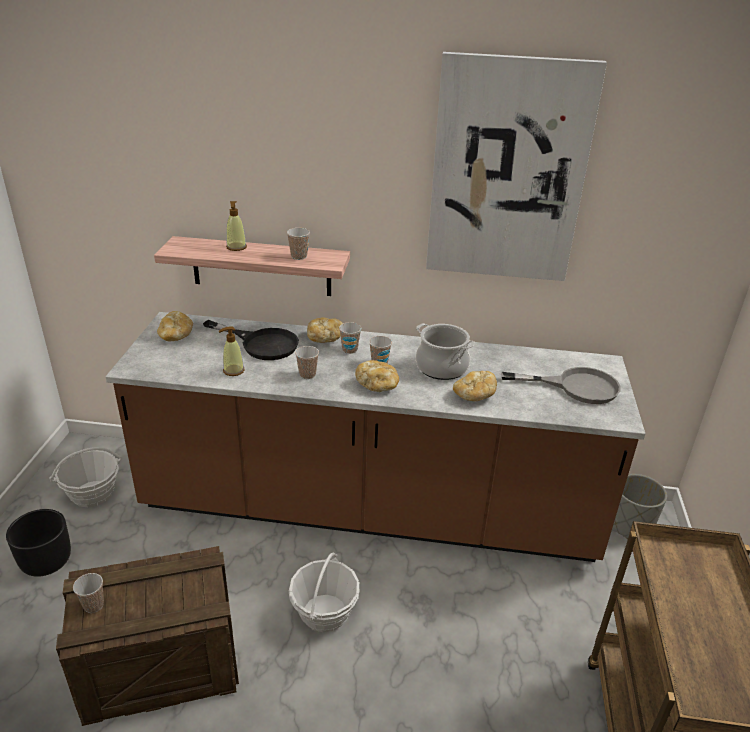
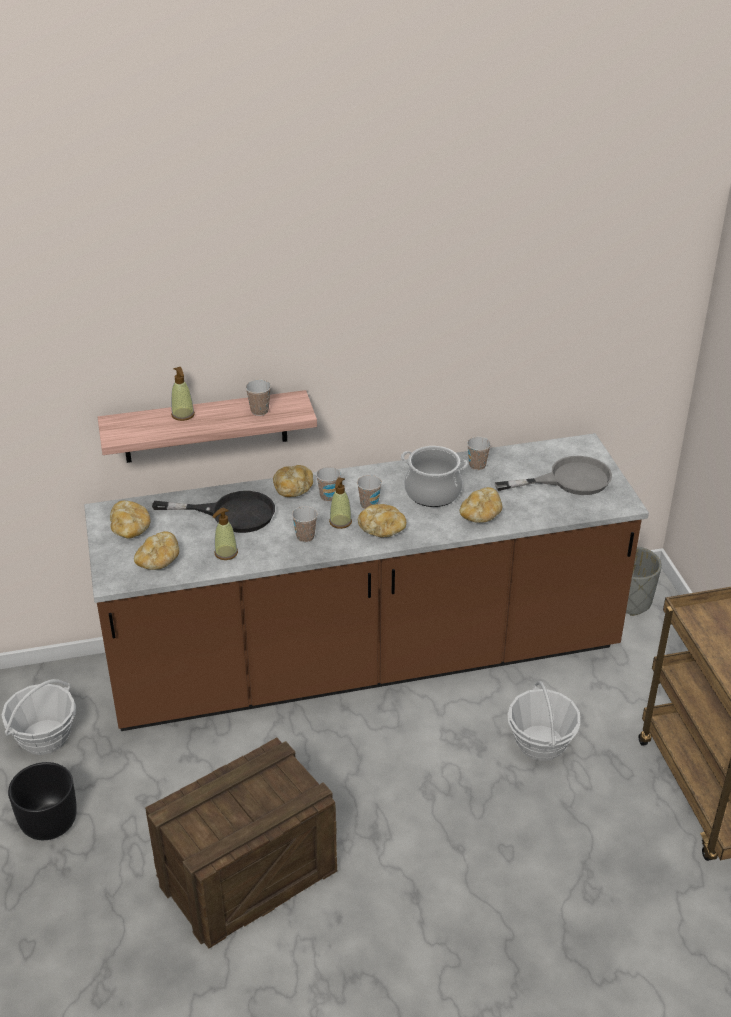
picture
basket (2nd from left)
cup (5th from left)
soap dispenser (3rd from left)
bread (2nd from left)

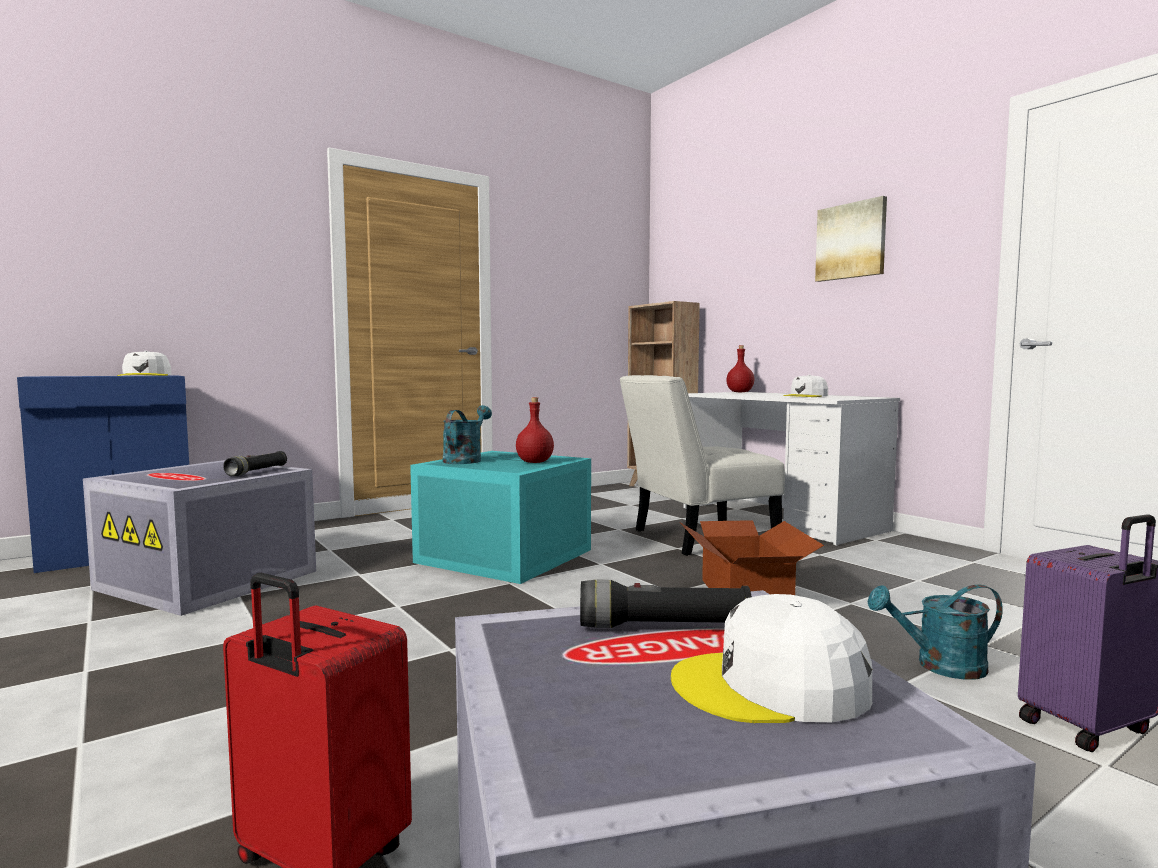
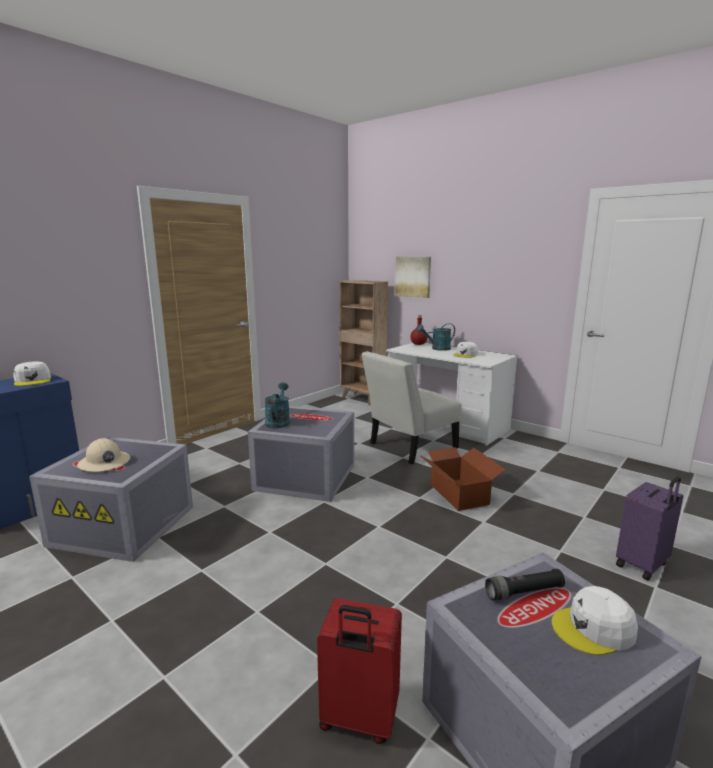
picture
bottle/red (1st from left in the first image)
flashlight/black (1st from left in the first image)
storage box/grey (2nd from left)
watering can/turquoise (2nd from left)
hard hat/beige

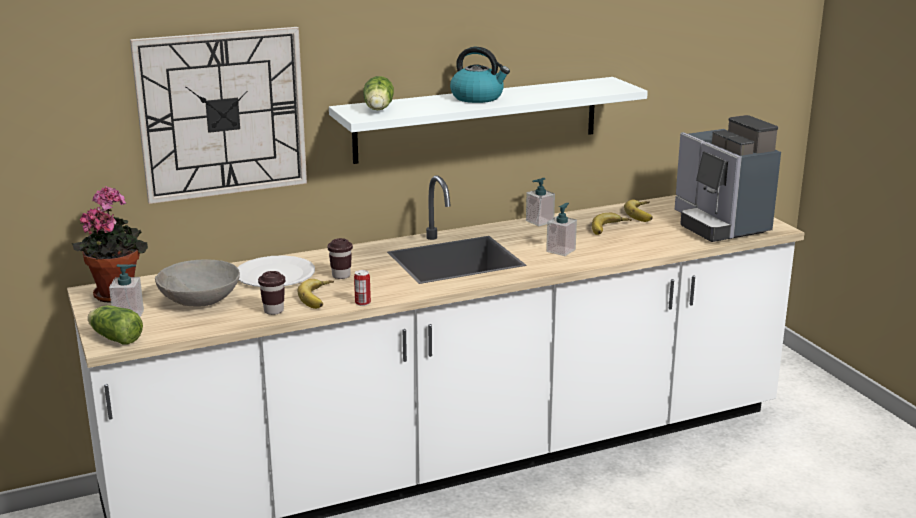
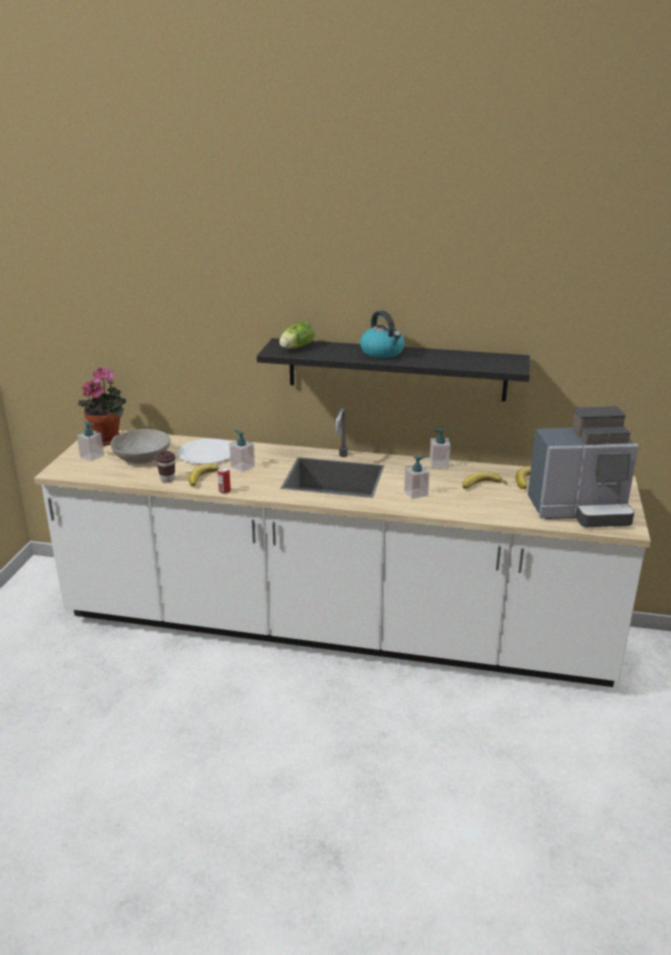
wall clock
shelf/black
coffee machine
soap dispenser (2nd from left)
lettuce (1st from left in the first image)

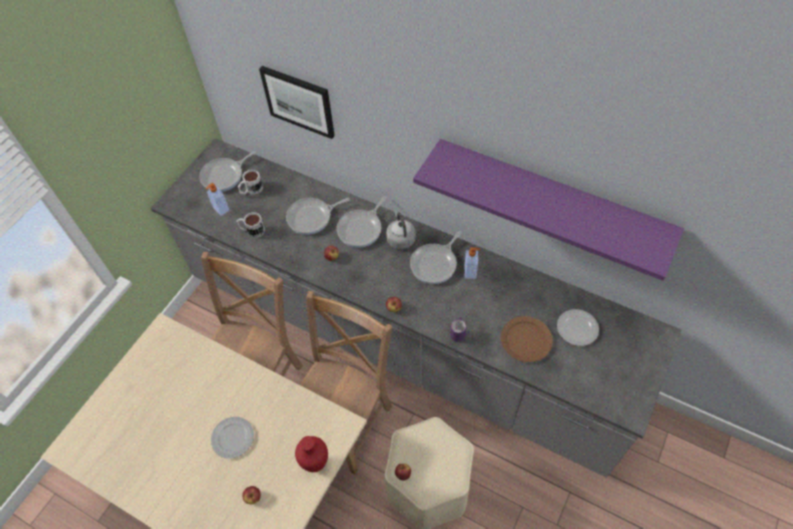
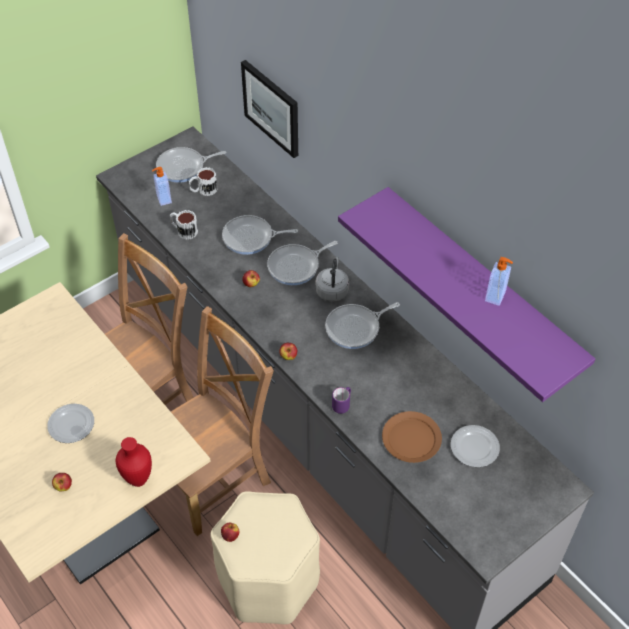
soap dispenser (2nd from left)

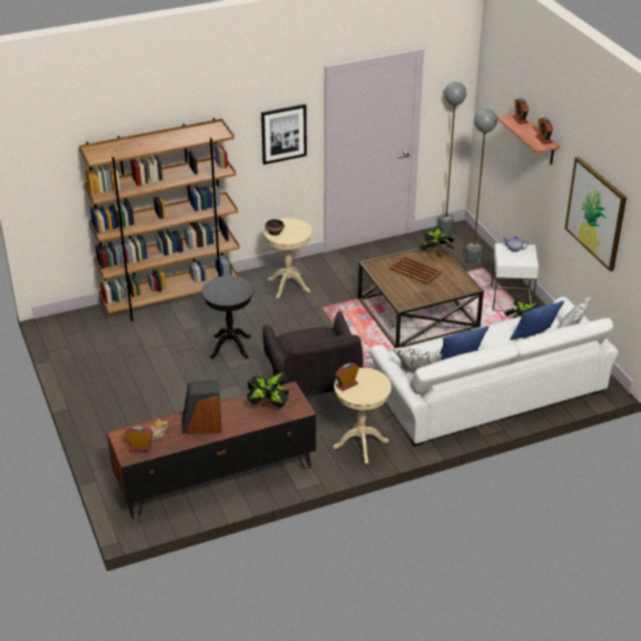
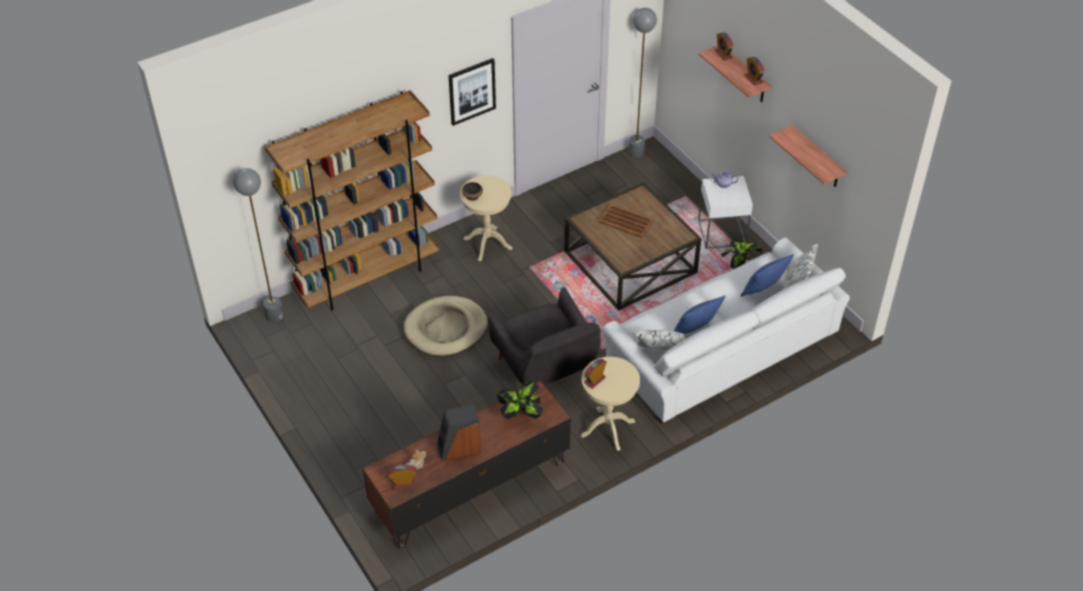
floor lamp/grey (1st from left)
shelf (2nd from left)
potted plant (2nd from left in the first image)
dog bed/beige

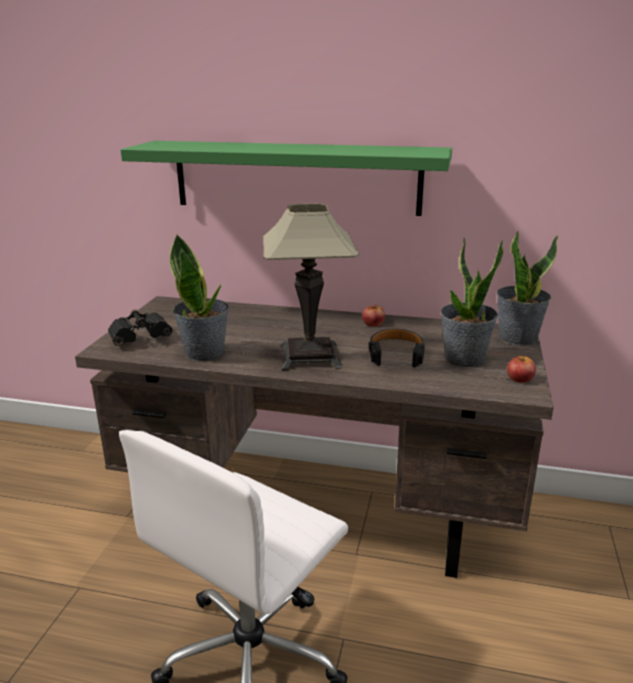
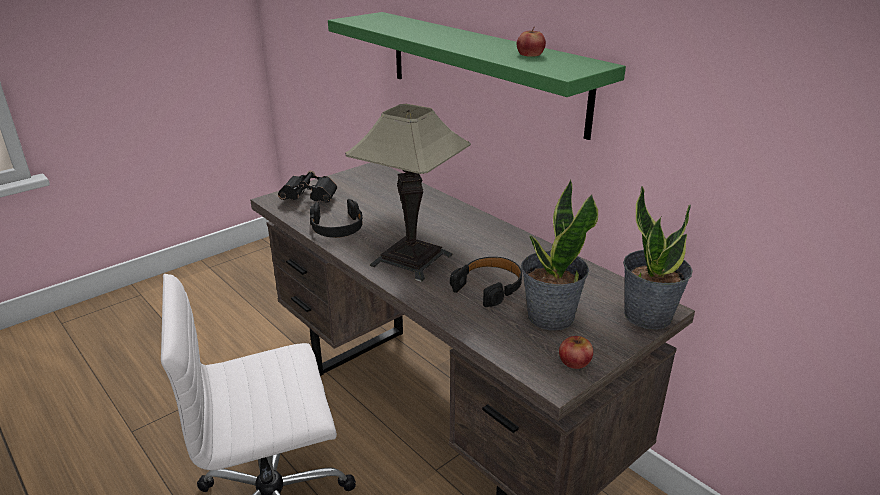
headphones/black (1st from left)
apple (1st from left)

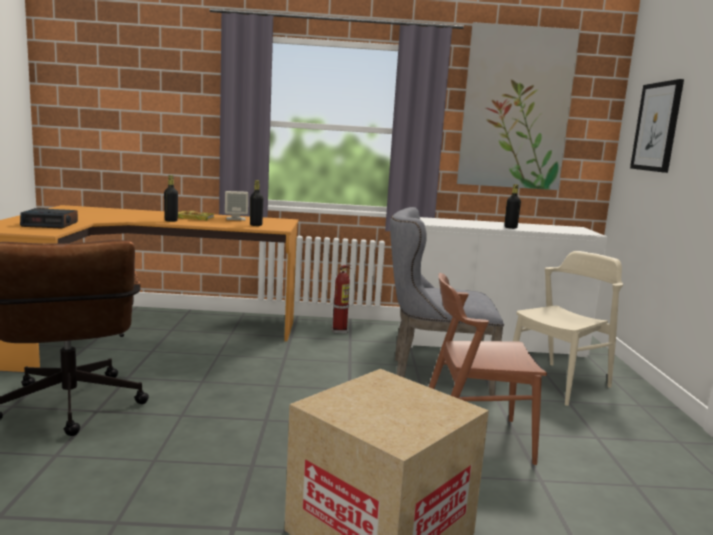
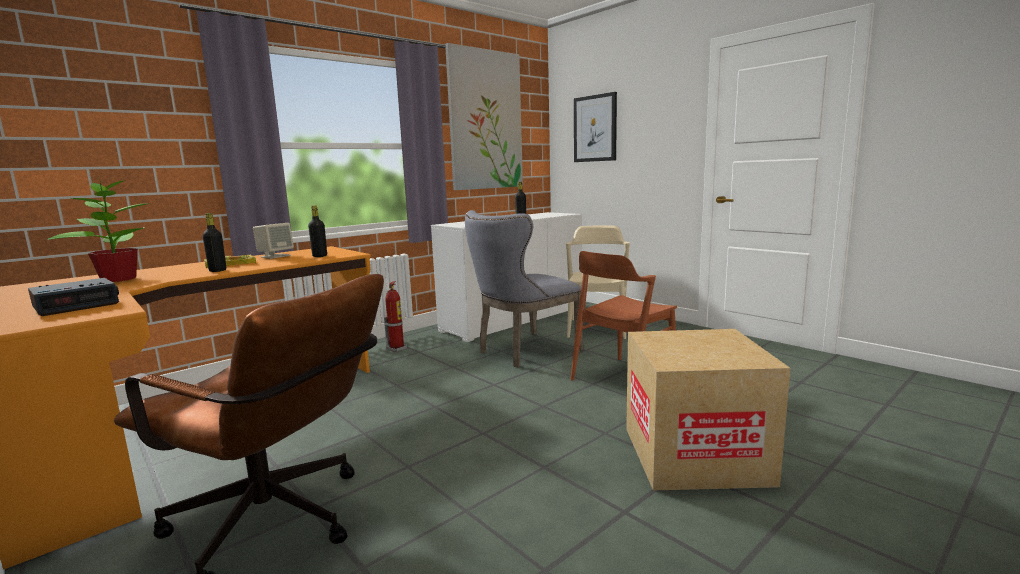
potted plant

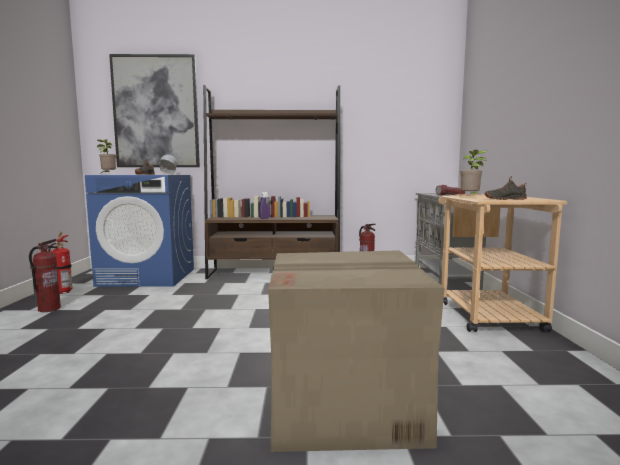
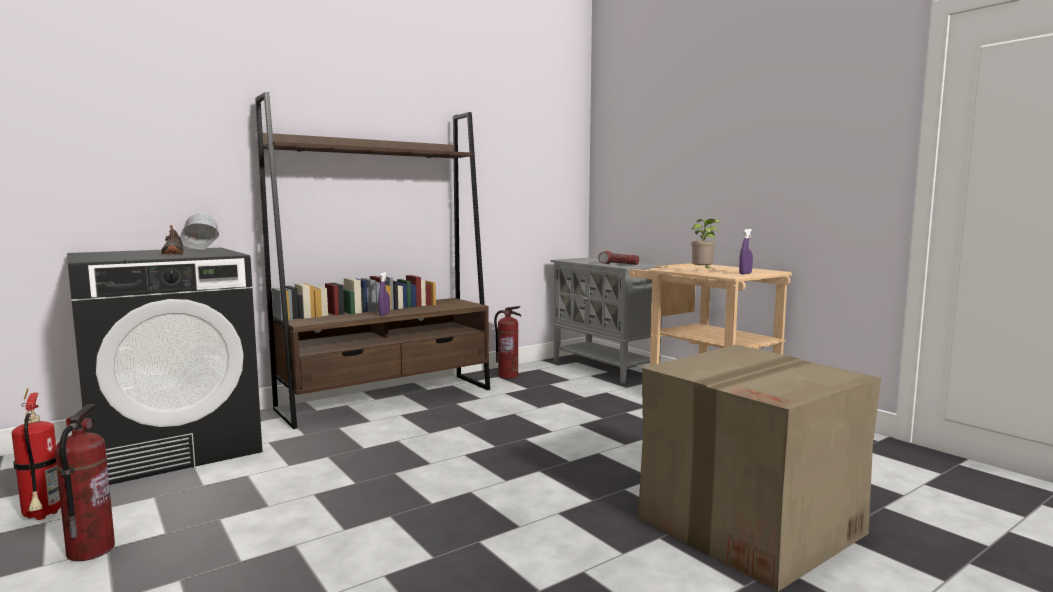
picture
potted plant (1st from left in the first image)
washing machine/black
spray bottle/purple (2nd from left)

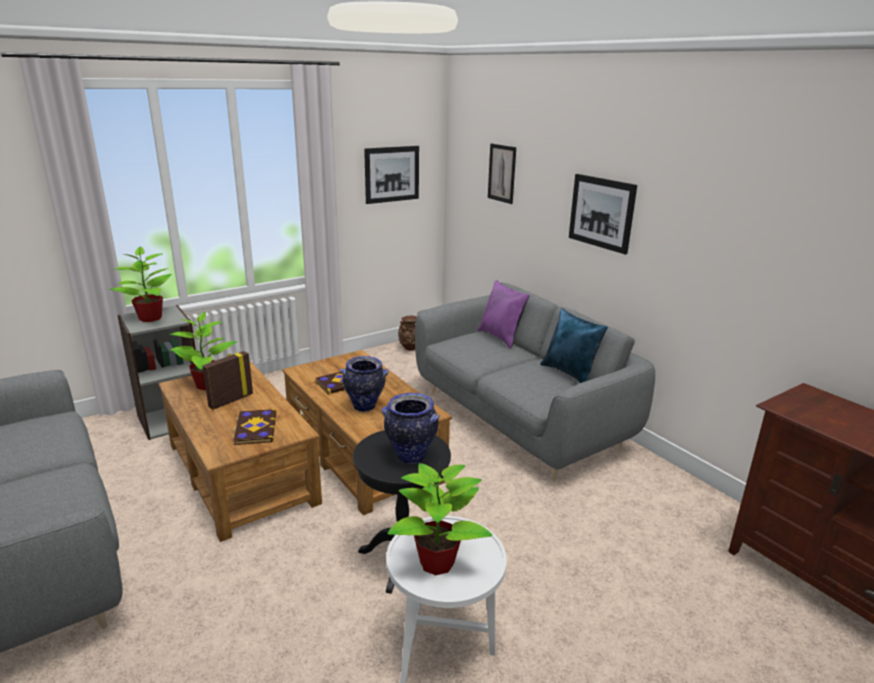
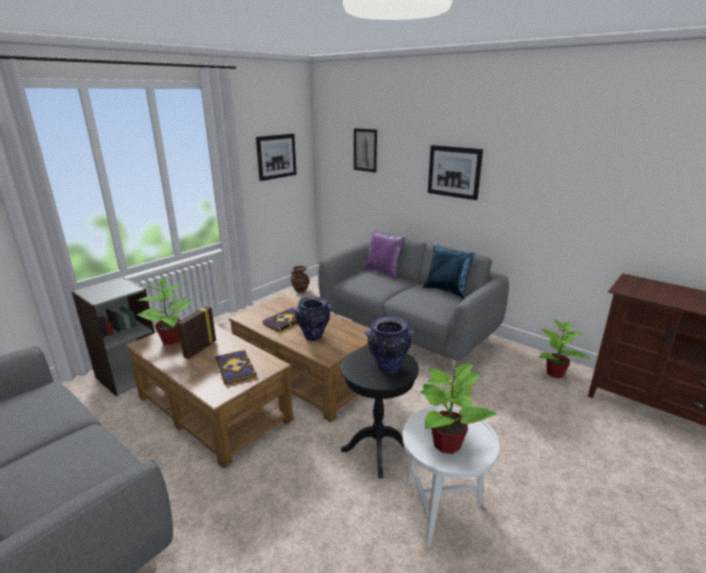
potted plant (3rd from left)

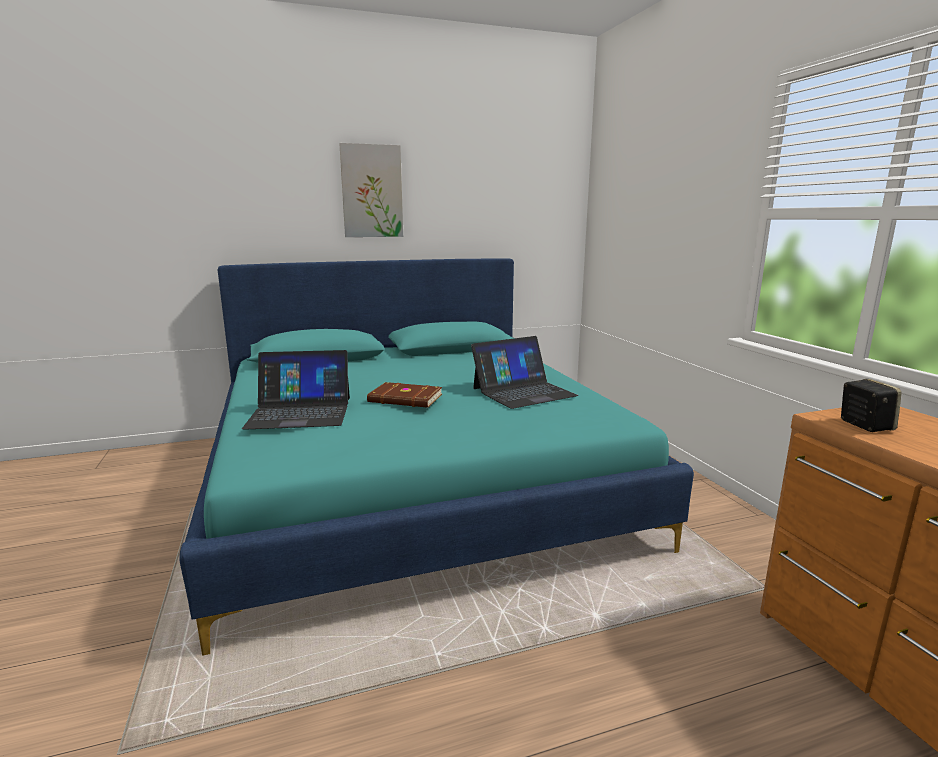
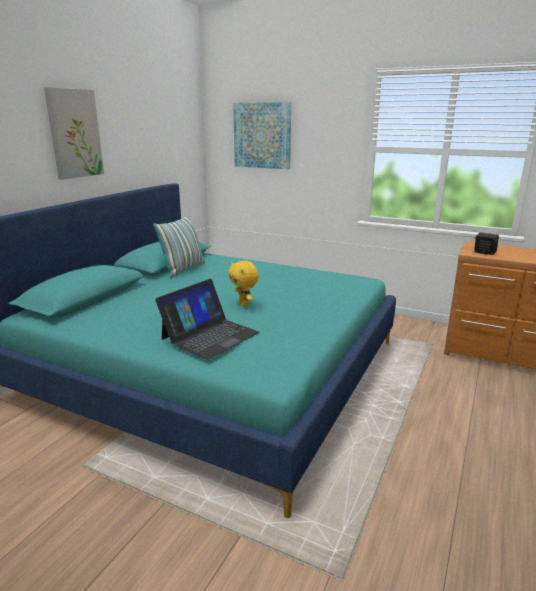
laptop (2nd from left in the first image)
plush toy/yellow
picture (2nd from left)
pillow

